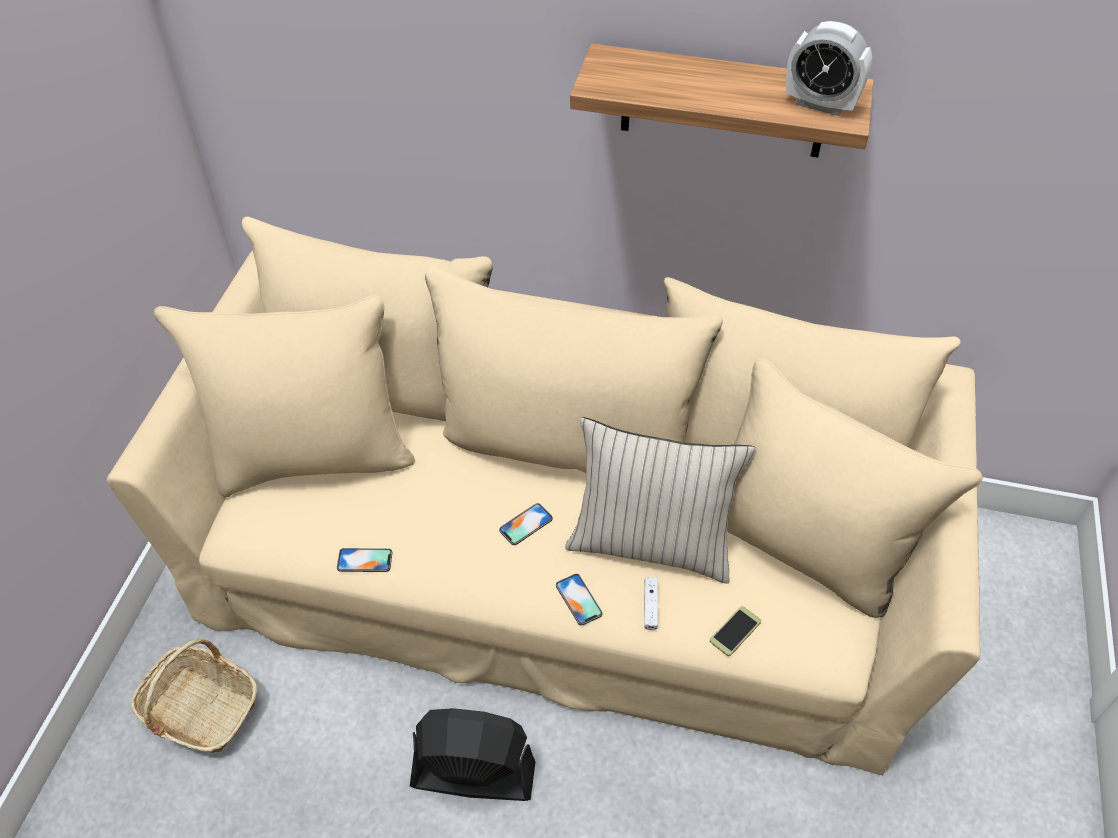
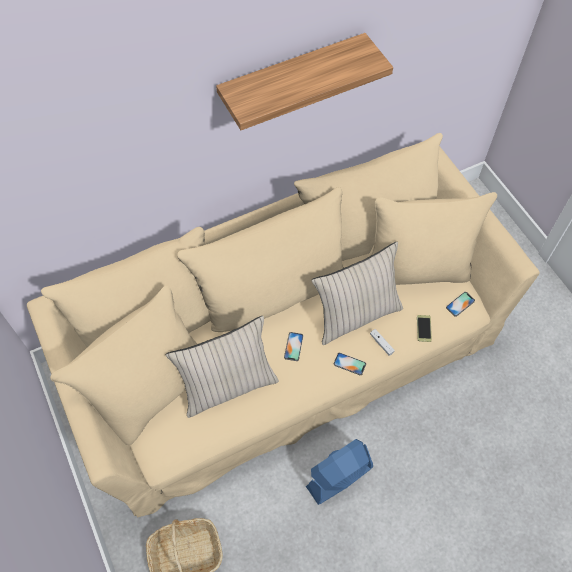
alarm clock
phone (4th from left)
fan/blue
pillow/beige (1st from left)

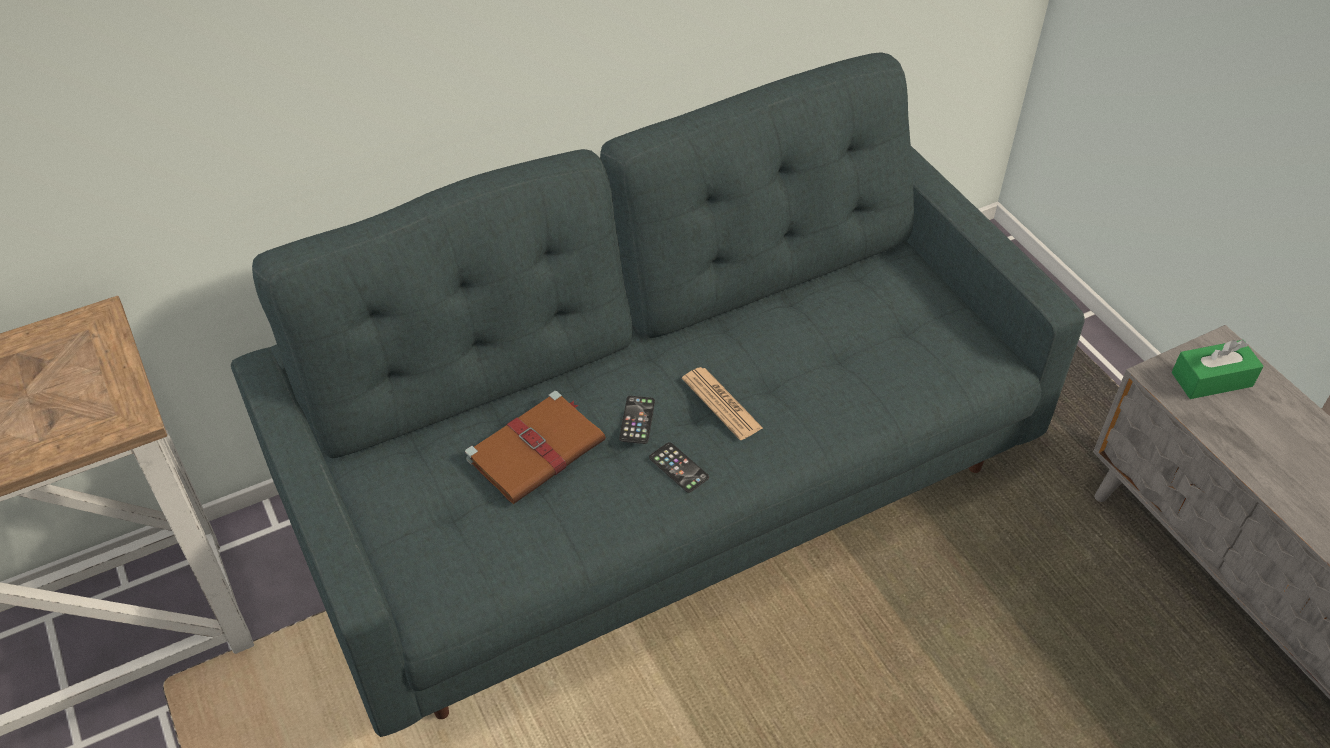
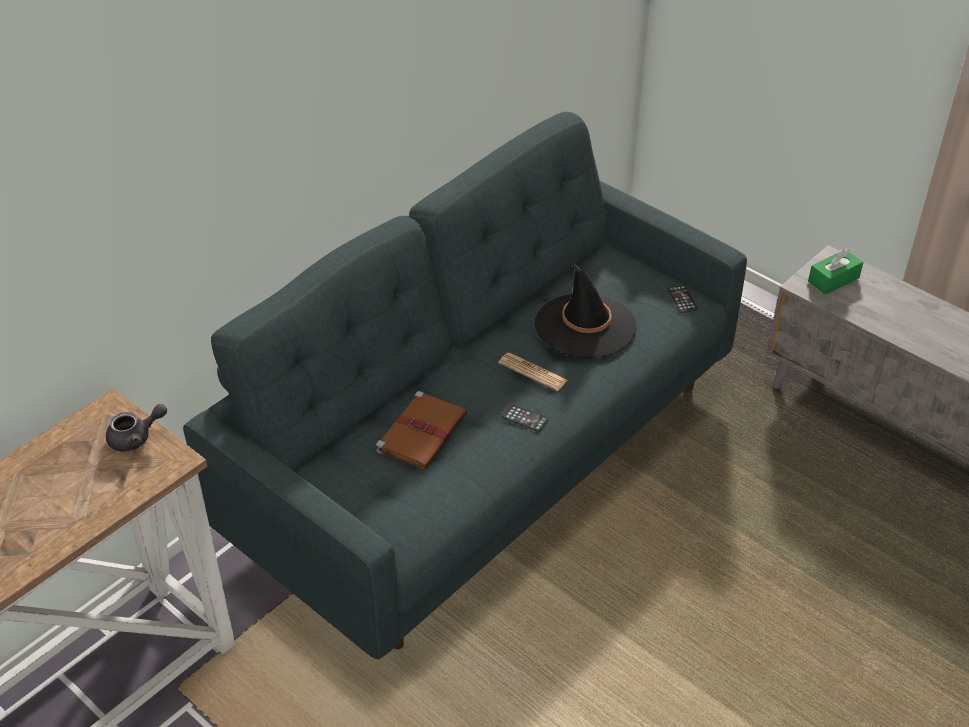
phone (2nd from left)
hat/black
teapot/grey

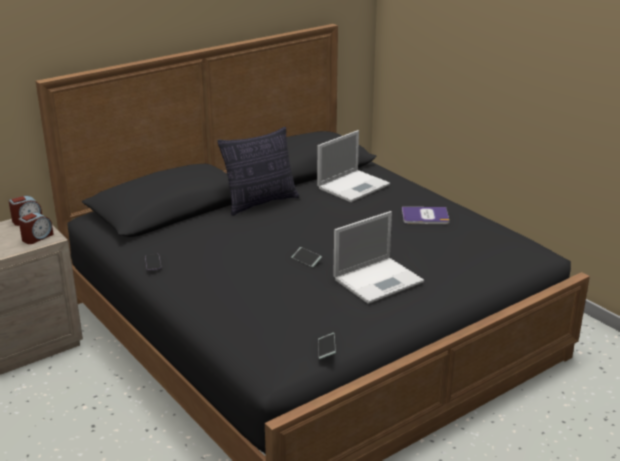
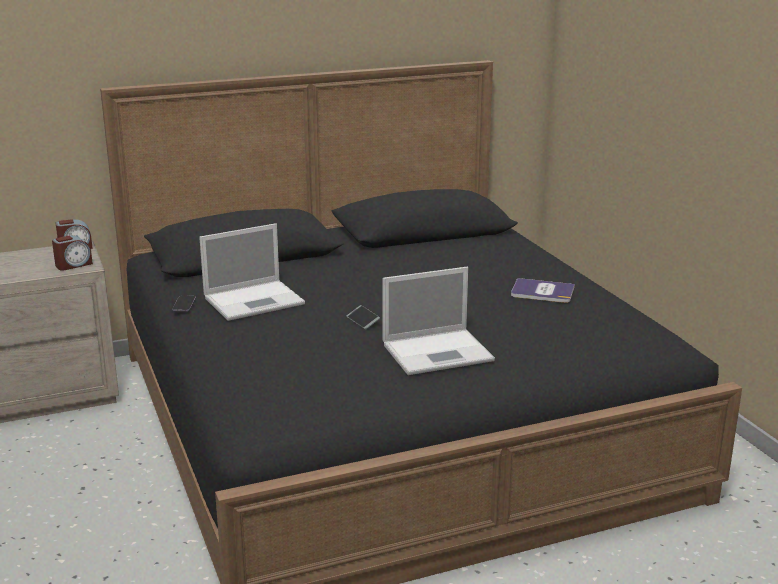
pillow
laptop (1st from left)
phone (3rd from left in the first image)

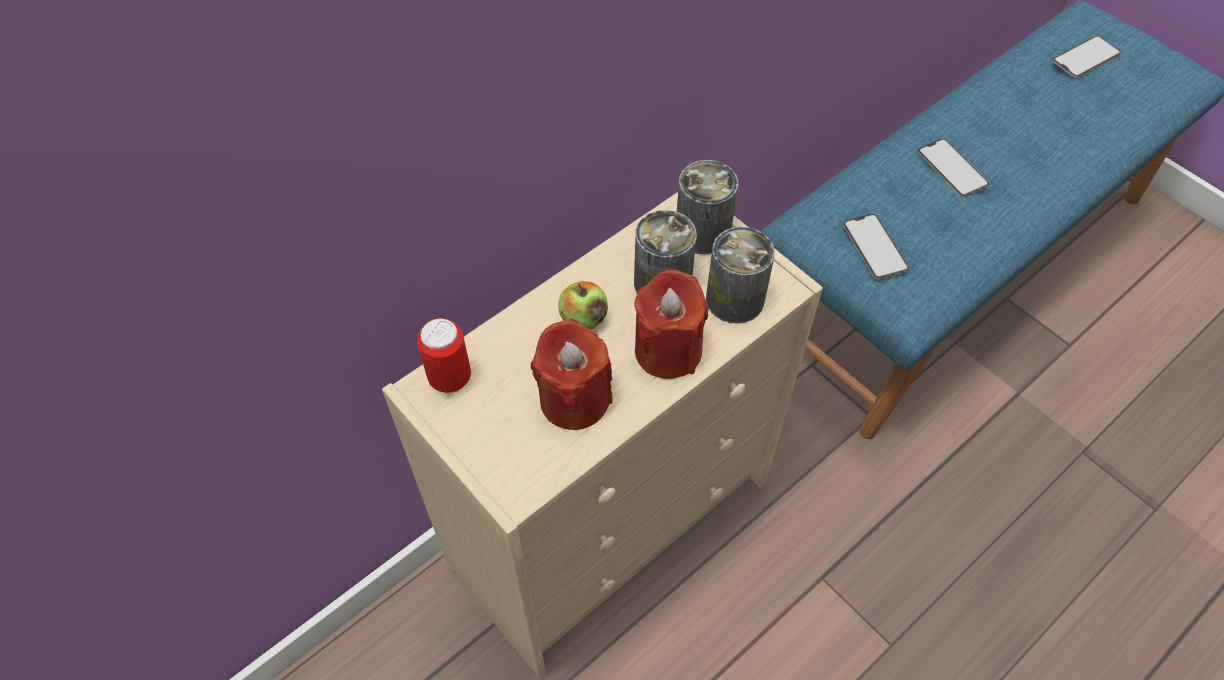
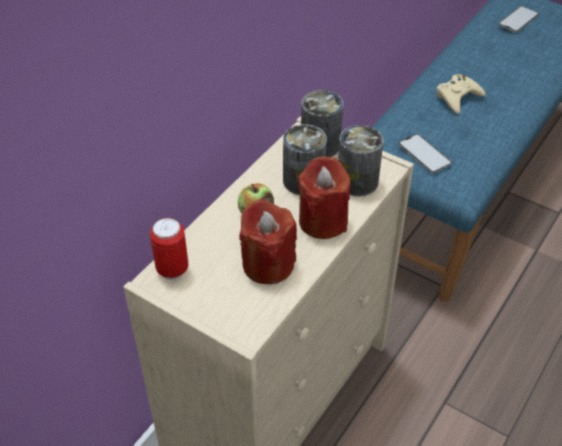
game controller/beige

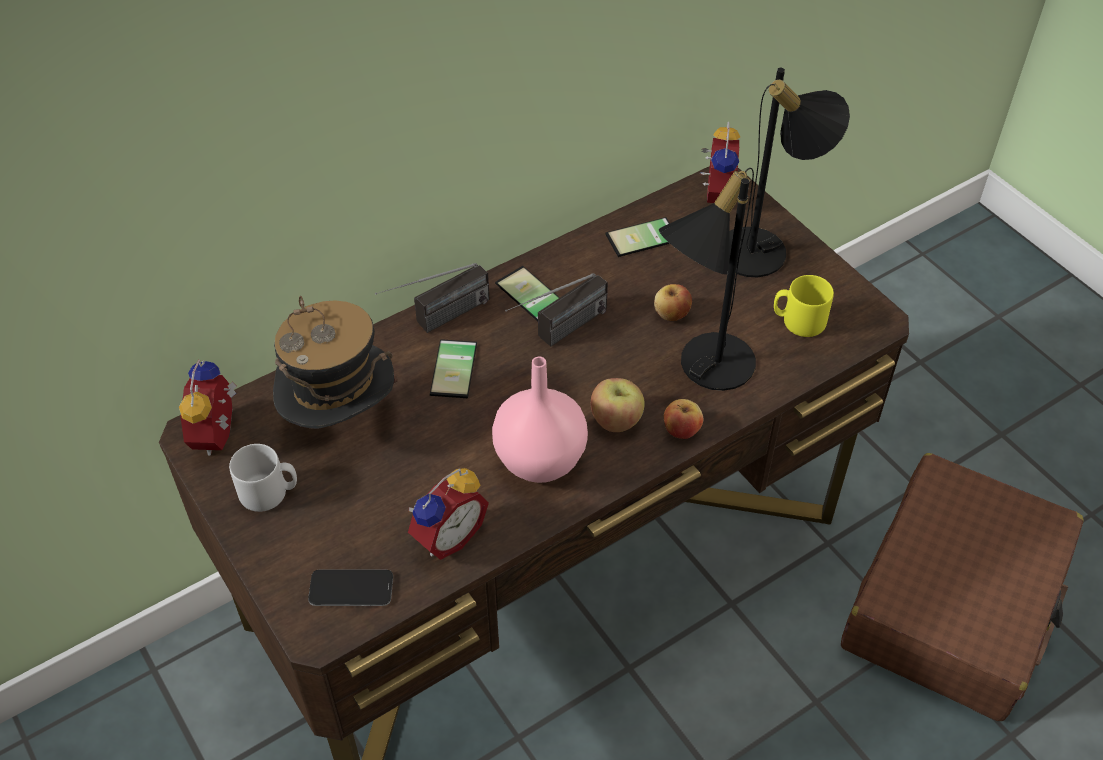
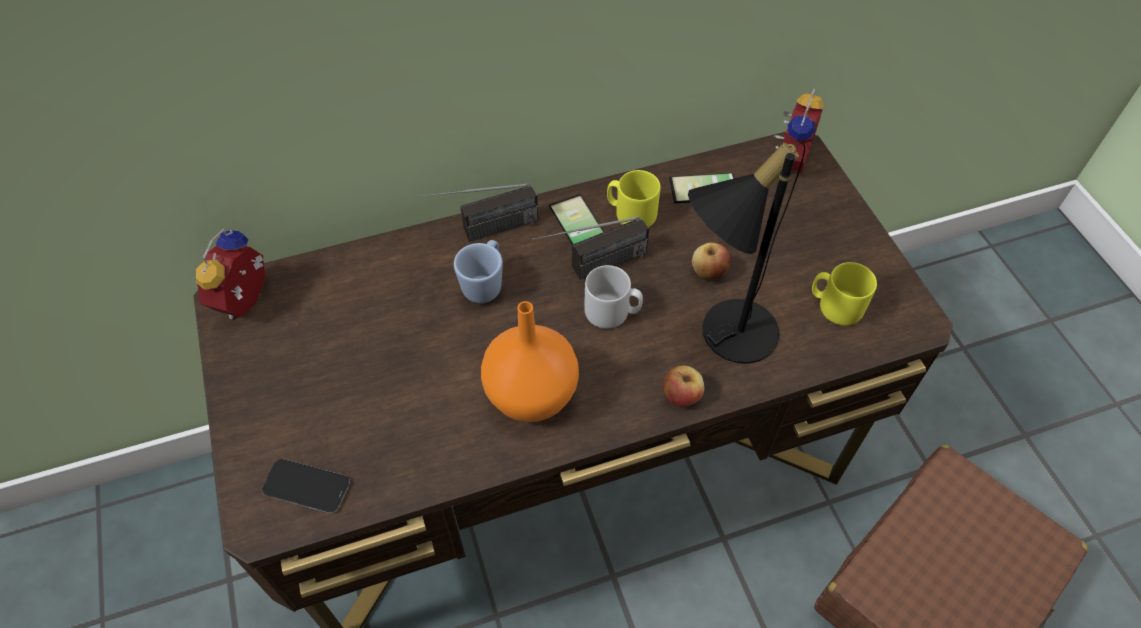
table lamp/black (2nd from left in the first image)
hat
mug/blue
vase/orange
apple (1st from left in the first image)
mug/grey
alarm clock (2nd from left in the first image)
mug/yellow (1st from left)

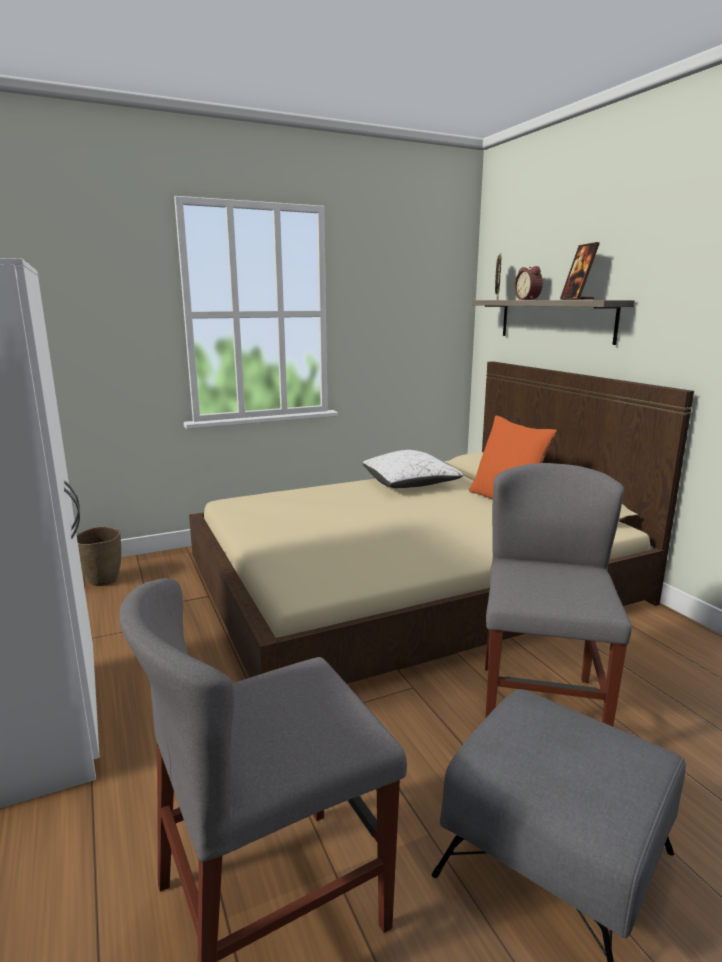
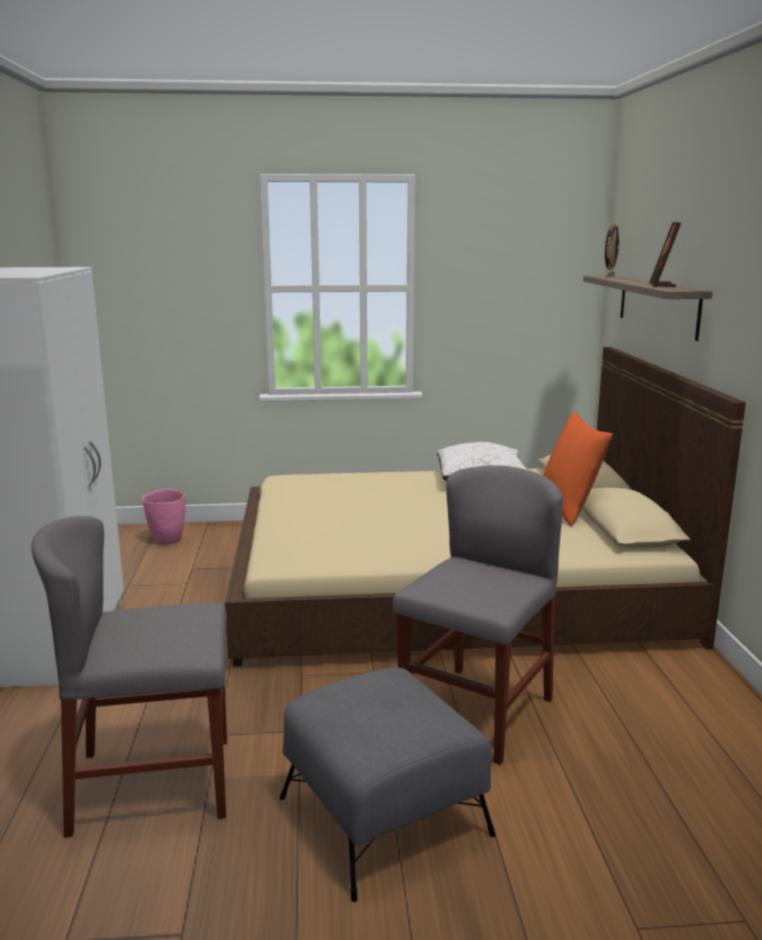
alarm clock
vase/pink

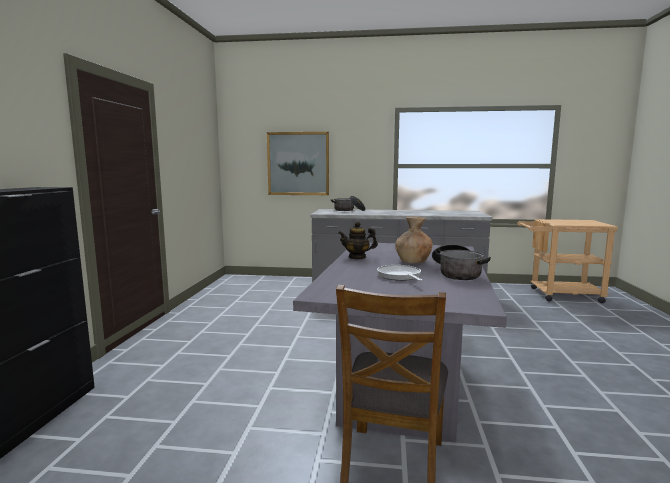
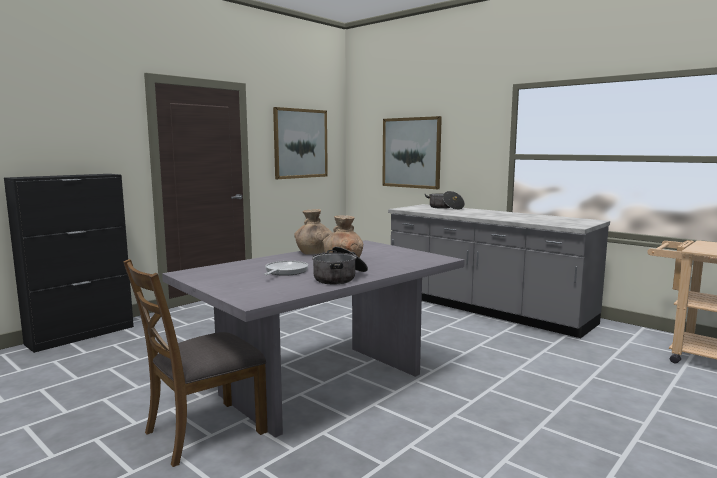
vase/brown (1st from left)
picture (1st from left)

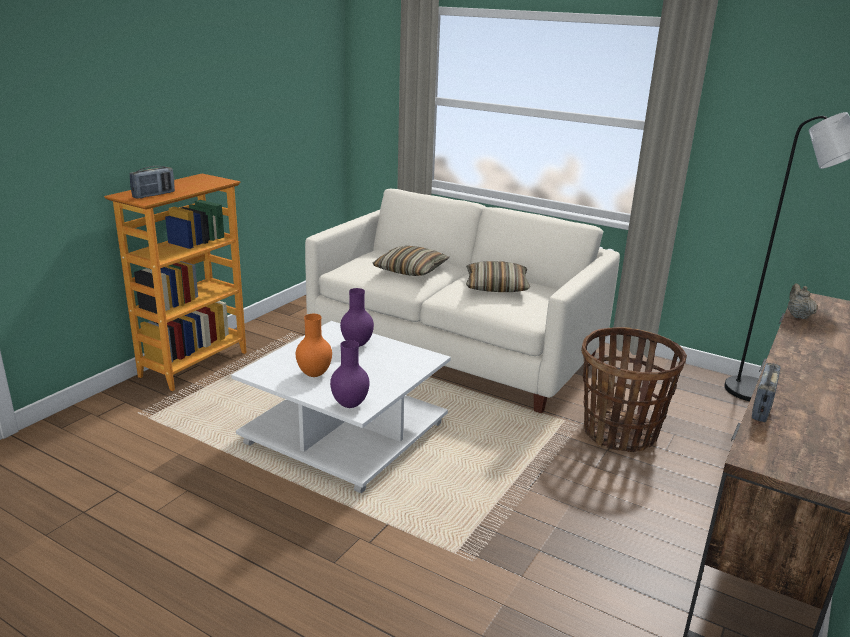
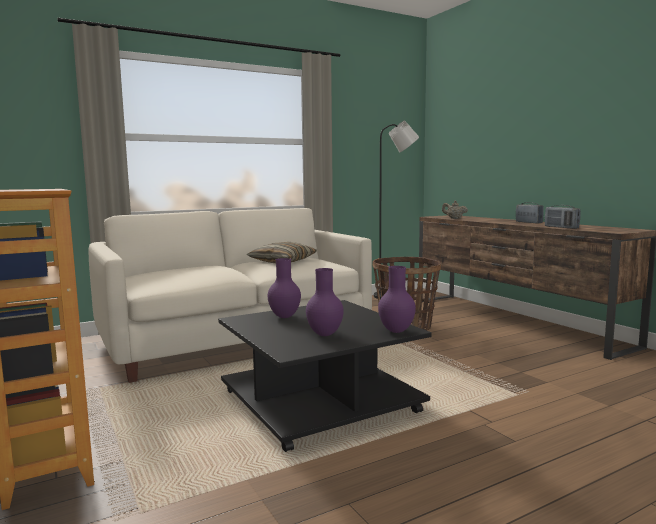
radio (1st from left)
pillow (1st from left in the first image)
vase/purple (2nd from left)
coffee table/black

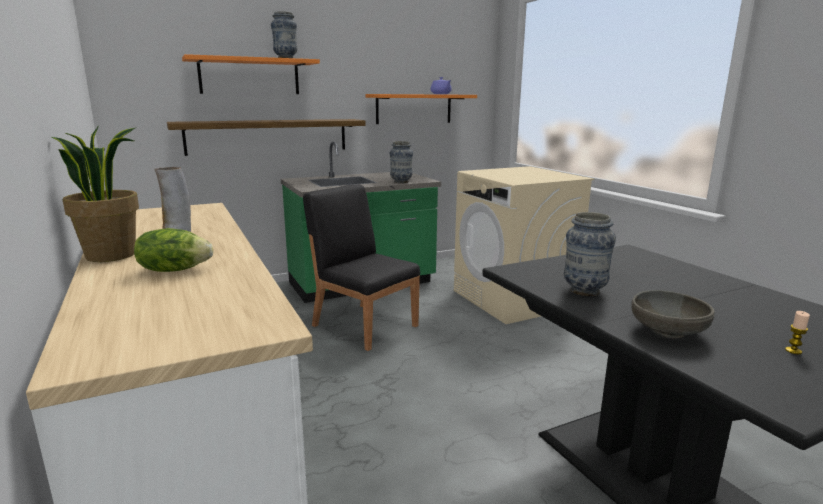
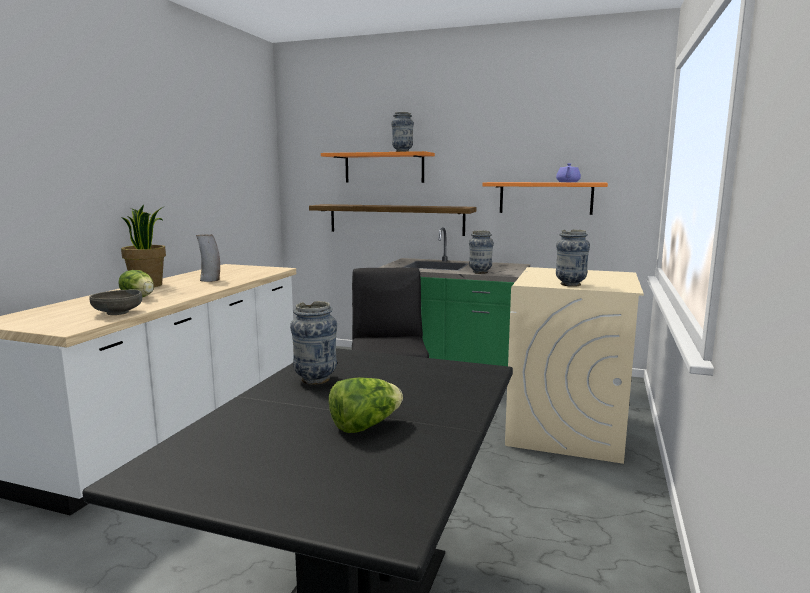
bowl/grey
candle
vase (5th from left)
lettuce (2nd from left)

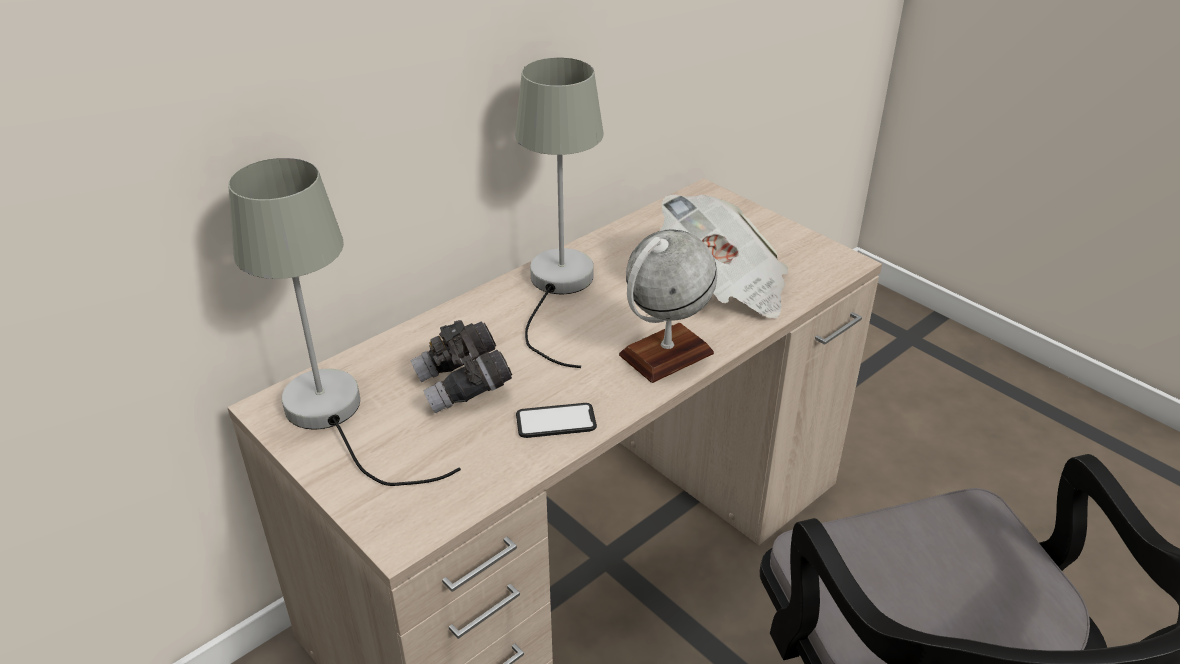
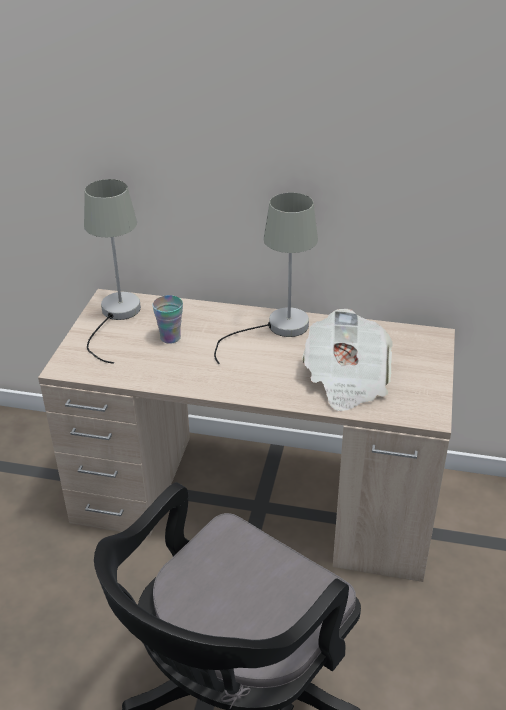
globe
cup
phone

